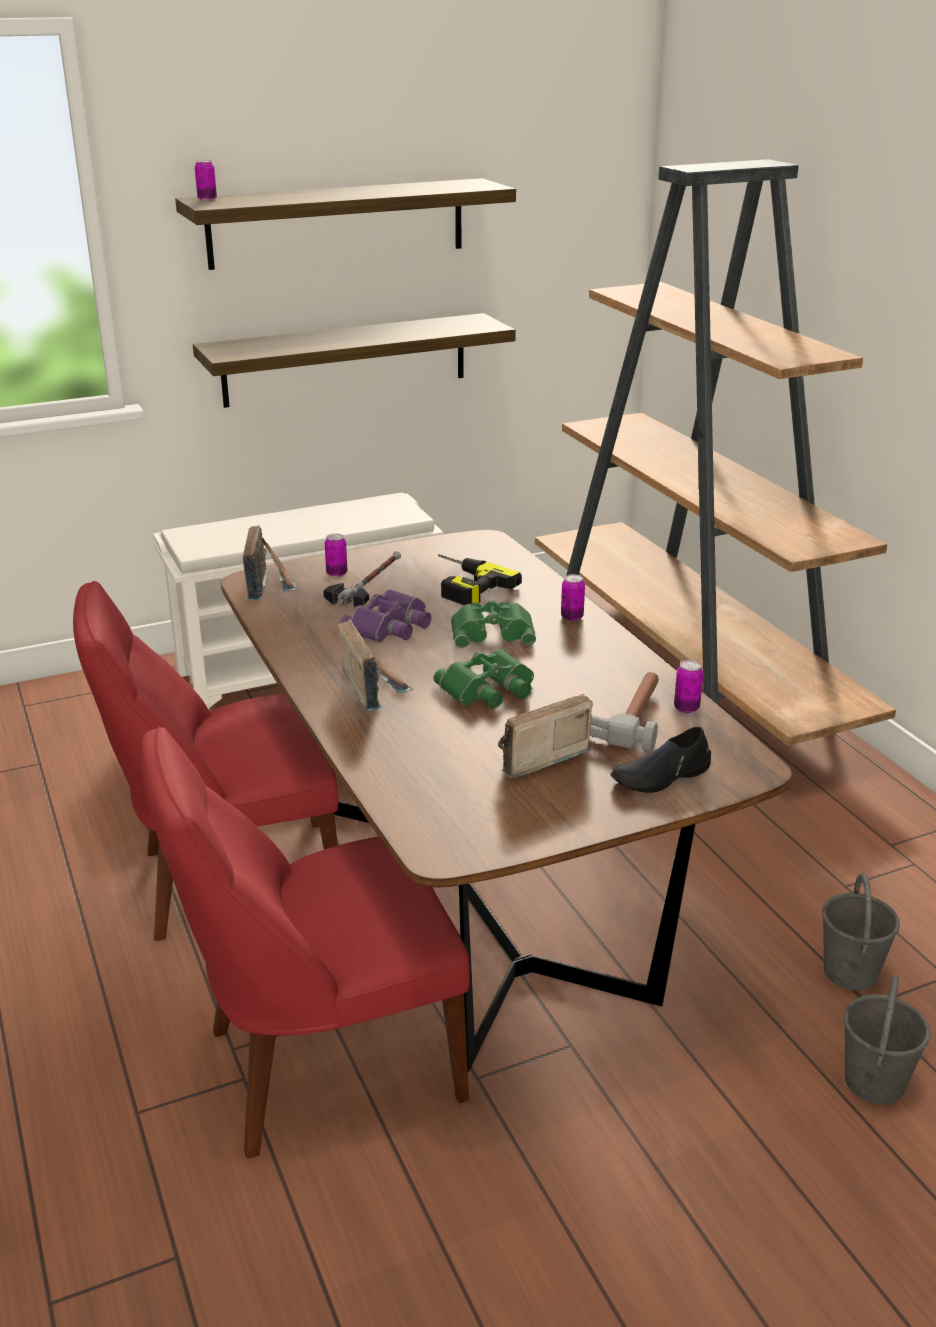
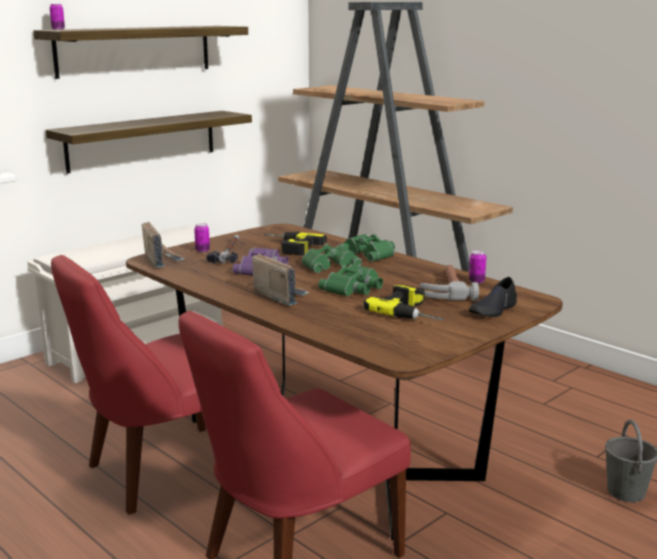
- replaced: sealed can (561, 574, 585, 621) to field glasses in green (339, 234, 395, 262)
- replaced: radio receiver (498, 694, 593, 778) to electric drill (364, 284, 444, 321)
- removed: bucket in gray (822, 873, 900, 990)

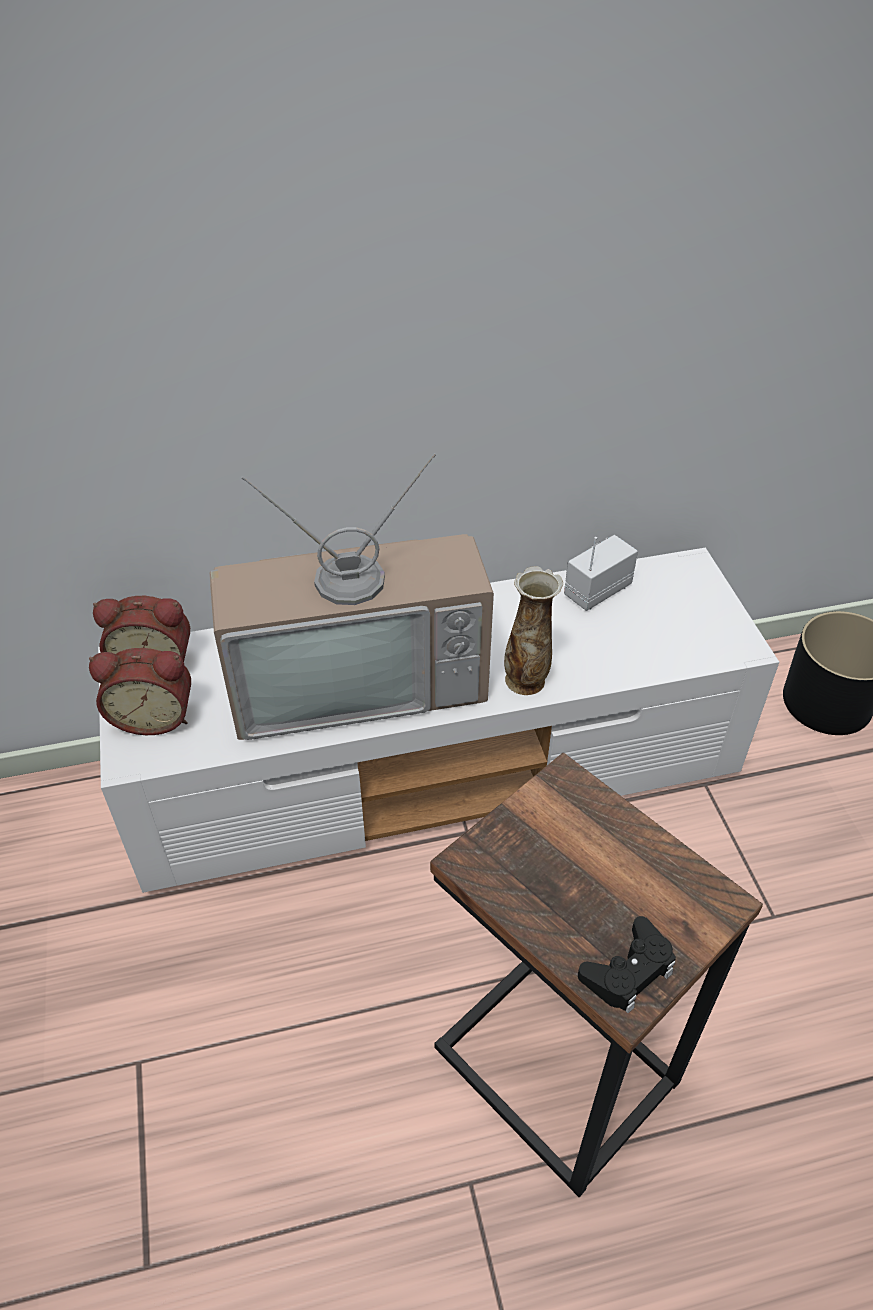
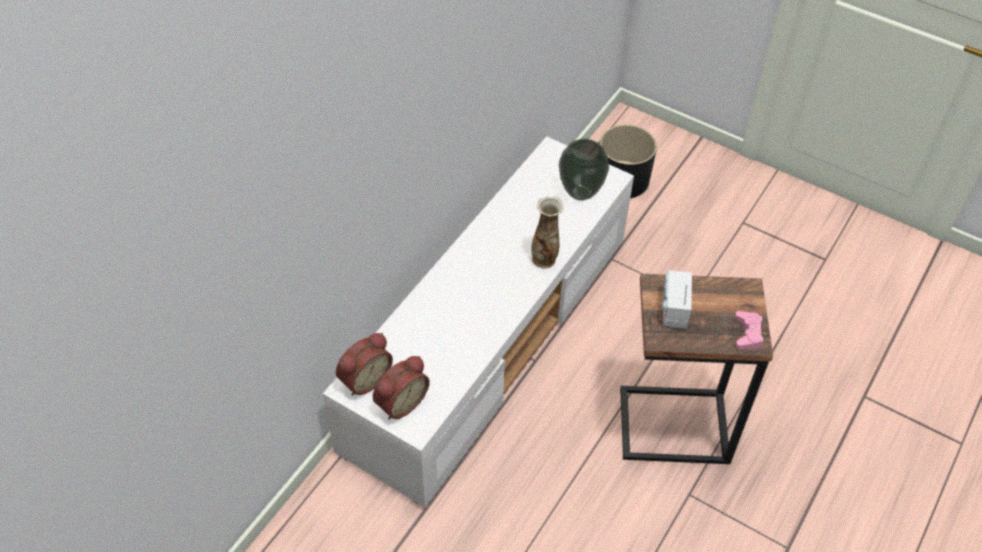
- removed: TV (209, 453, 494, 740)
- moved: radio receiver (564, 535, 638, 611) to (662, 270, 692, 329)
- recoloured: joypad in black (578, 916, 676, 1013) to joypad in pink (735, 311, 764, 350)
- added: decorative vase (559, 139, 609, 201)

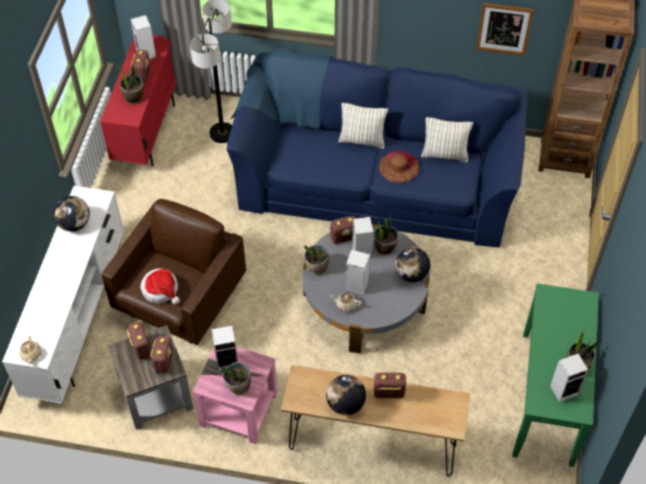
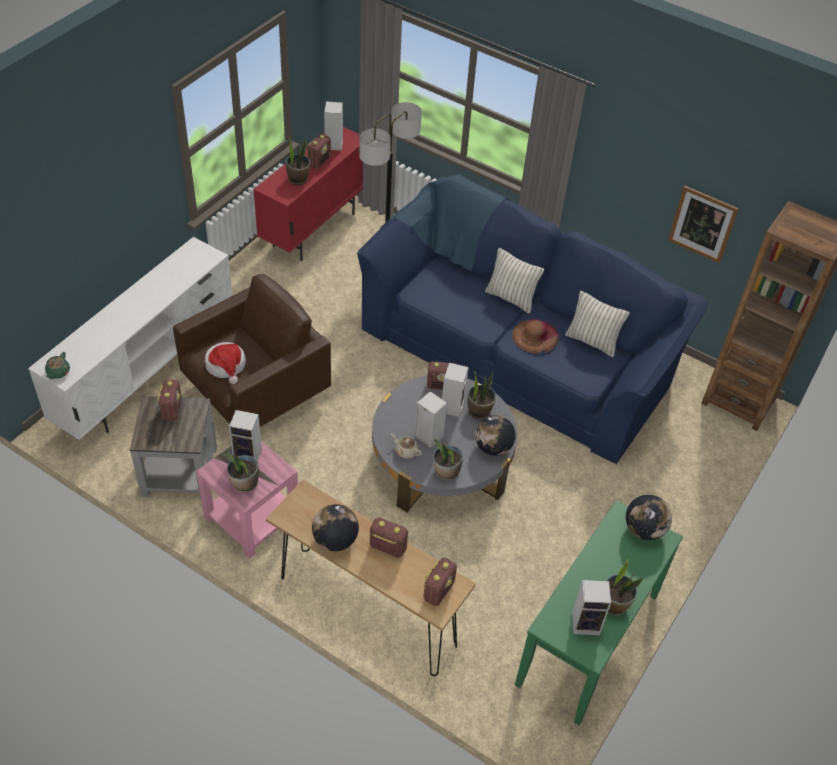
- moved: desk globe (53, 196, 90, 232) to (626, 495, 672, 540)
- moved: houseplant (304, 245, 329, 274) to (433, 439, 463, 480)
- recoloured: tea pot in sand-coloured (19, 335, 42, 364) to tea pot in green (45, 352, 70, 379)
- moved: radio receiver (150, 335, 173, 374) to (424, 558, 457, 606)

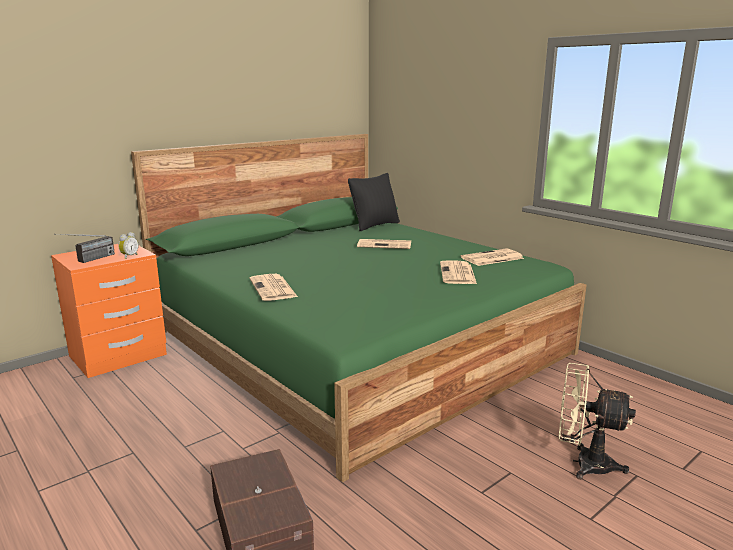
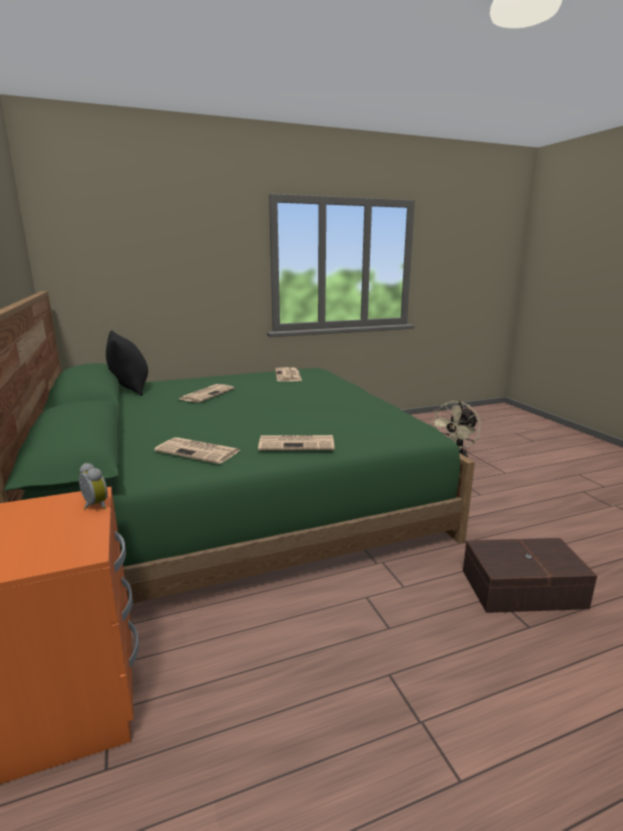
- removed: radio receiver (54, 234, 115, 263)
- moved: newspaper (440, 260, 477, 284) to (154, 437, 241, 464)

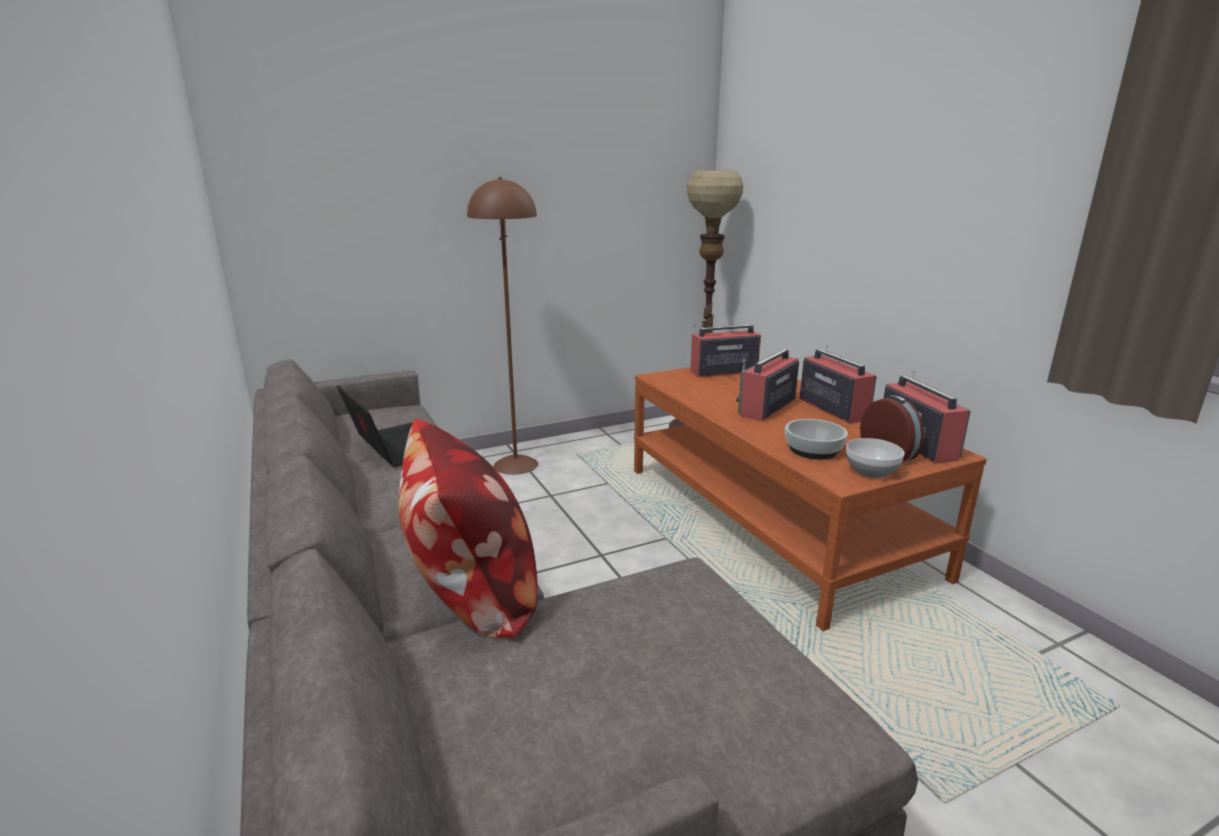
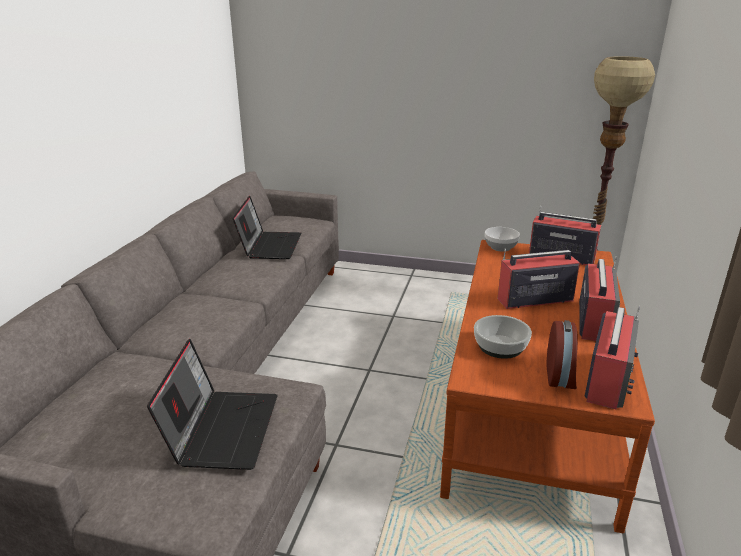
- removed: standard lamp in brownish (467, 177, 538, 475)
- removed: cushion (399, 419, 538, 638)
- moved: serving bowl (846, 438, 905, 478) to (485, 227, 520, 251)
- added: portable computer (147, 339, 278, 470)

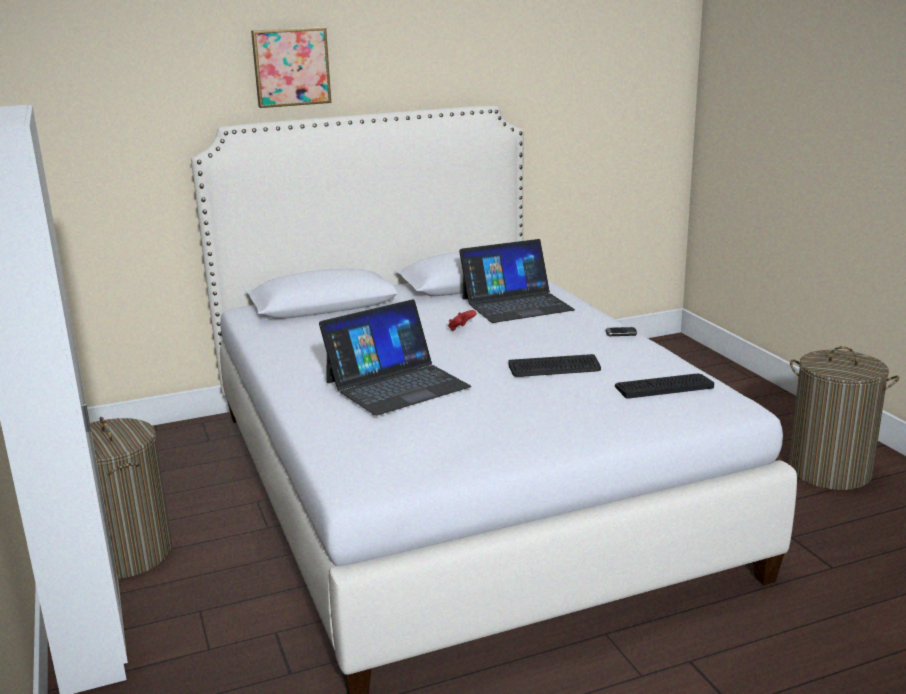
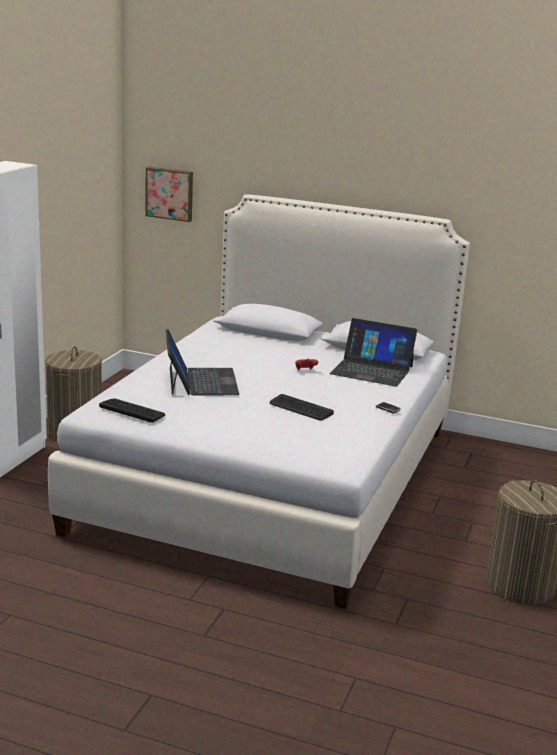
- moved: wall art (251, 27, 331, 108) to (145, 167, 193, 222)
- turned: portable computer (319, 299, 471, 416) = (166, 329, 239, 395) 105 degrees counterclockwise
- moved: keyboard (615, 374, 714, 399) to (99, 399, 165, 423)

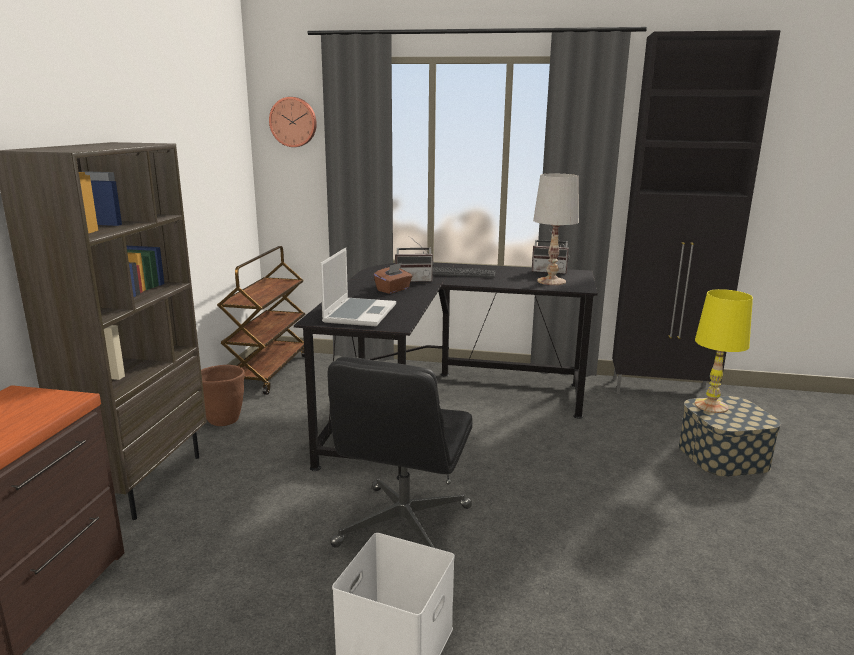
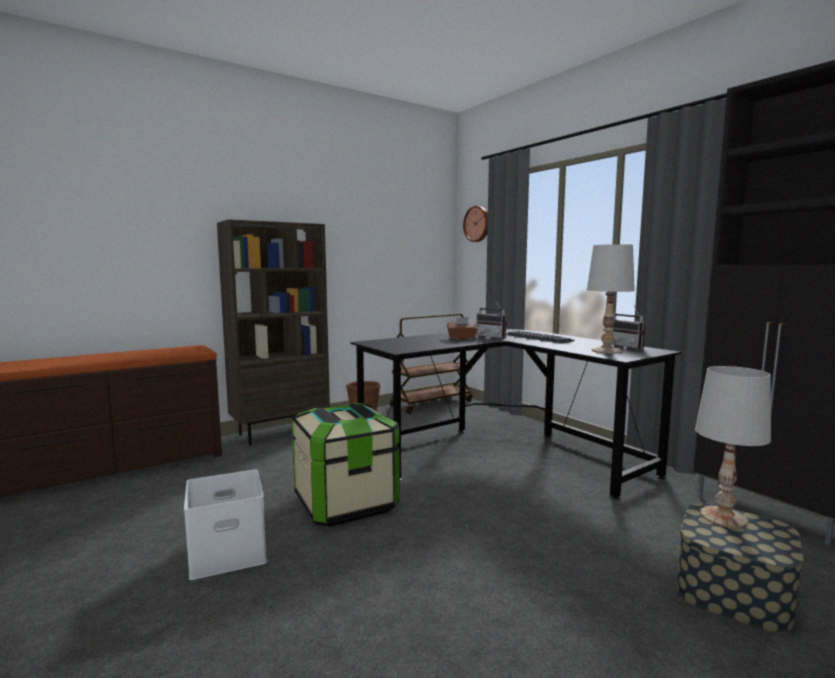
- removed: portable computer (320, 248, 396, 326)
- recoloured: tabletop lamp in yellow (695, 289, 753, 413) to tabletop lamp in white (695, 366, 771, 528)
- replaced: desk chair in black (328, 357, 473, 548) to storage box (292, 403, 400, 527)

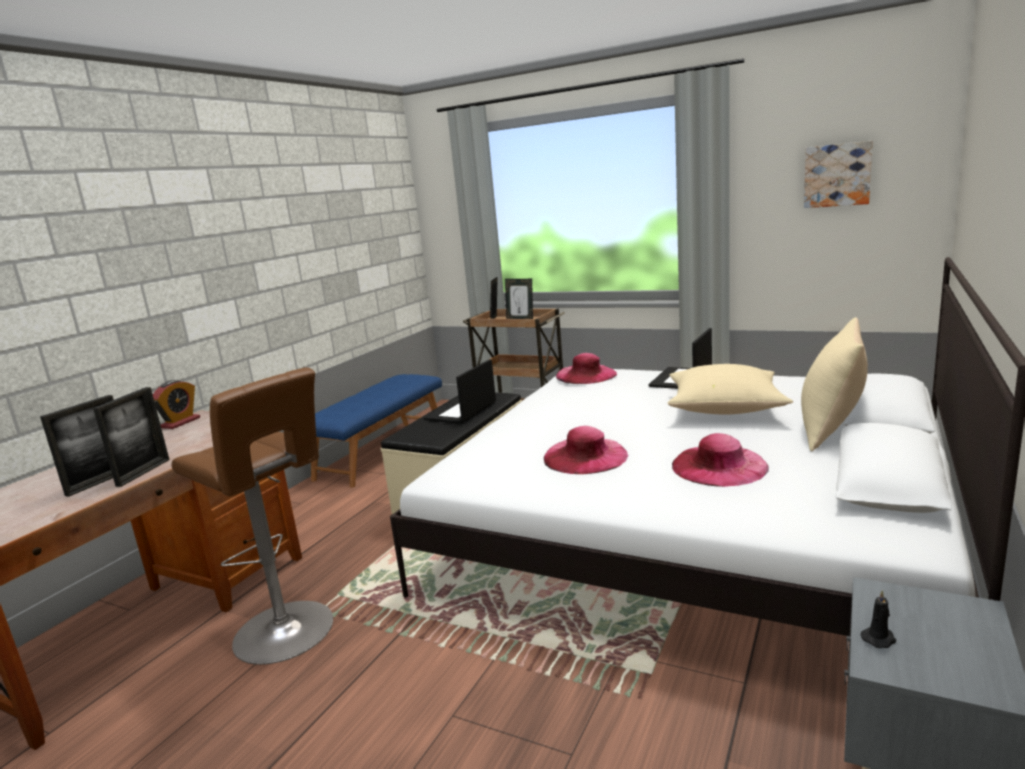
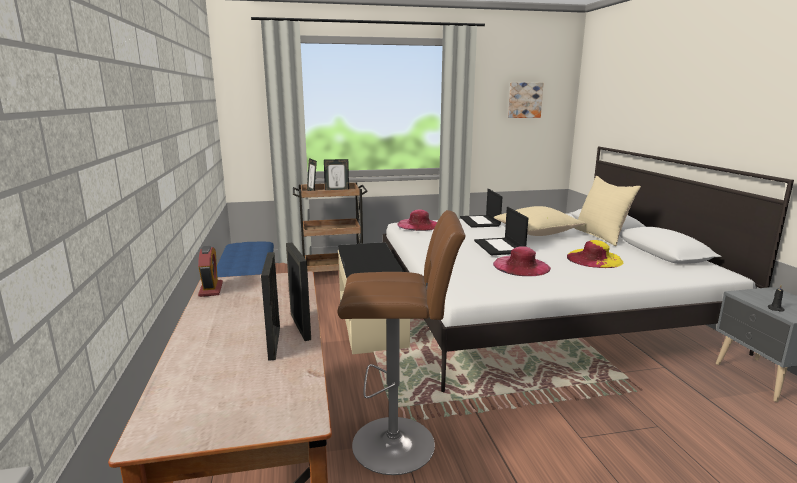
- moved: portable computer (424, 359, 496, 424) to (474, 207, 528, 255)
- recoloured: wearable hat in pink (672, 433, 769, 487) to wearable hat in yellow (567, 240, 623, 268)

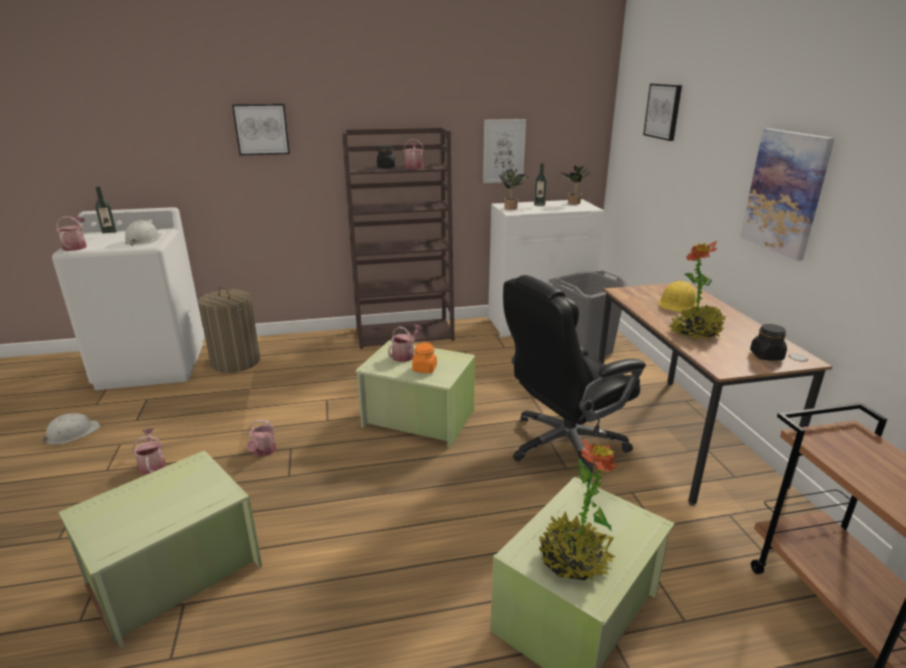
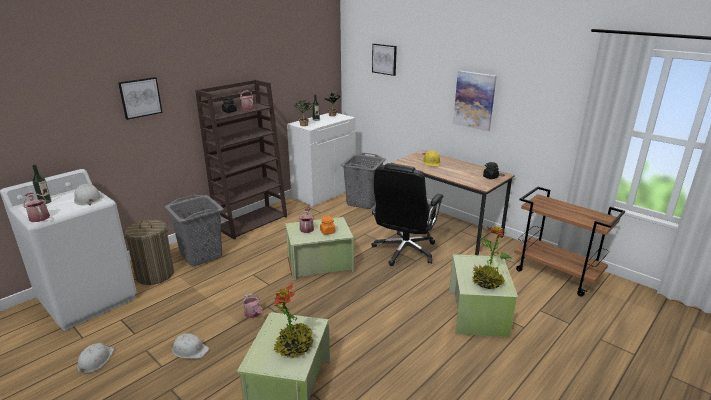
- removed: wall art (483, 119, 526, 183)
- moved: houseplant (668, 240, 727, 340) to (274, 283, 313, 358)
- replaced: watering can (132, 428, 166, 475) to hard hat in white (171, 333, 209, 359)
- added: washing basket in gray (165, 195, 223, 266)

